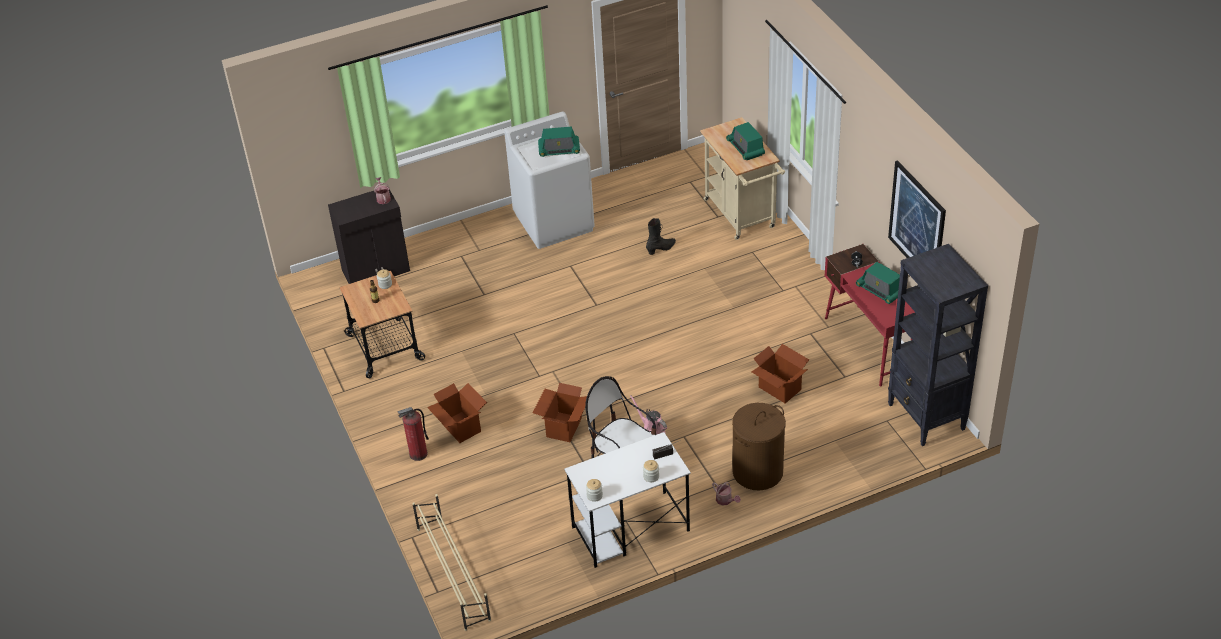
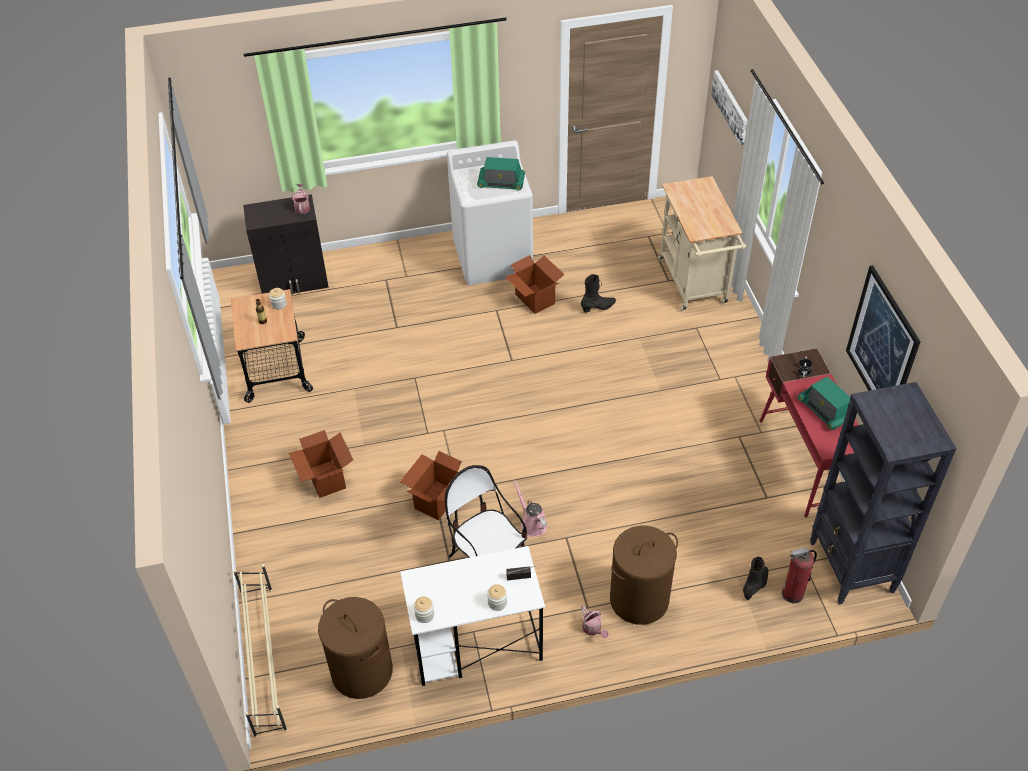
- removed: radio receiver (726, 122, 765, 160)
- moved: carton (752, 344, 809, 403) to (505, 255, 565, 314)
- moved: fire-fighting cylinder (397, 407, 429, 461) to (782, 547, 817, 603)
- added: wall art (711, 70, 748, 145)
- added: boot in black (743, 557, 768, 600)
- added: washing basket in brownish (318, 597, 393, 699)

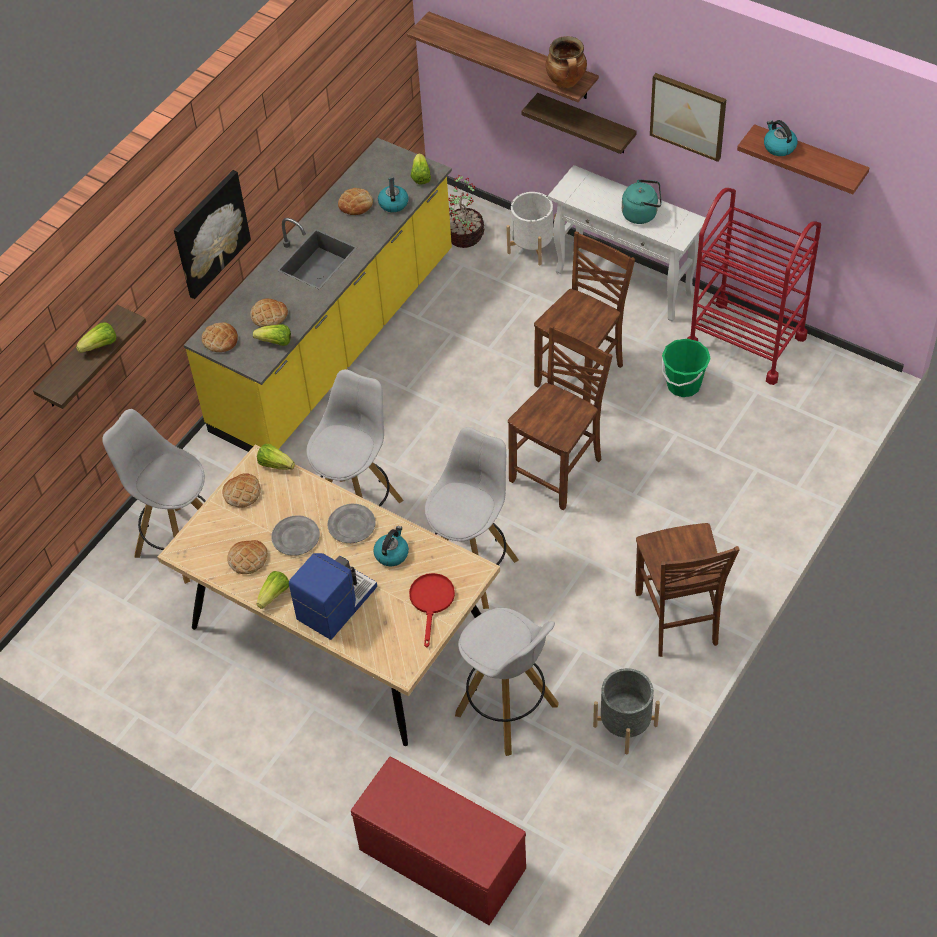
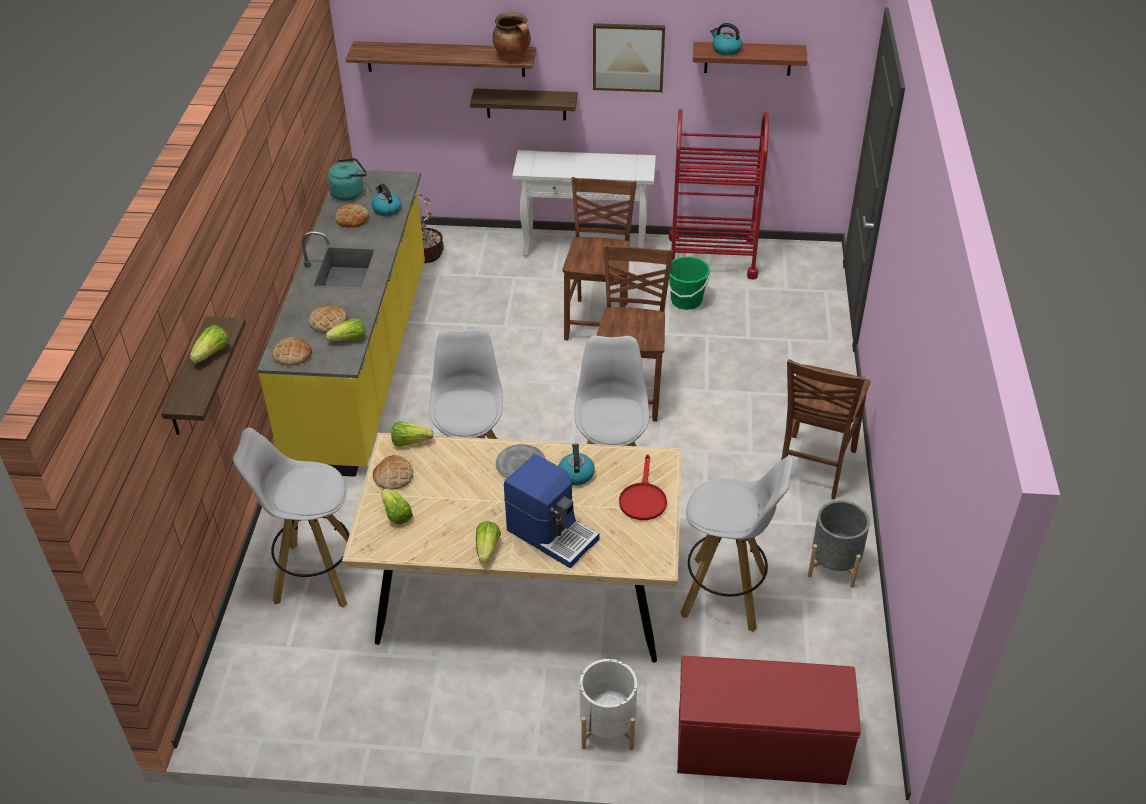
- moved: lettuce head (411, 154, 431, 184) to (381, 488, 413, 525)
- removed: wall art (174, 170, 251, 299)
- moved: water kettle in turquoise-coloured (622, 179, 662, 224) to (327, 158, 367, 201)
- moved: plant pot in white (506, 192, 556, 265) to (580, 659, 637, 750)
- removed: dinner plate in gray (271, 515, 320, 556)
- turned: upright chair in brownish (635, 523, 740, 657) = (781, 359, 871, 500) 60 degrees clockwise
- removed: baked bread (227, 540, 267, 574)
- turned: coffee brewer (289, 553, 377, 640) = (504, 454, 599, 568) 120 degrees clockwise
- turned: frying pan in red (409, 573, 455, 648) = (619, 454, 667, 520) 150 degrees counterclockwise

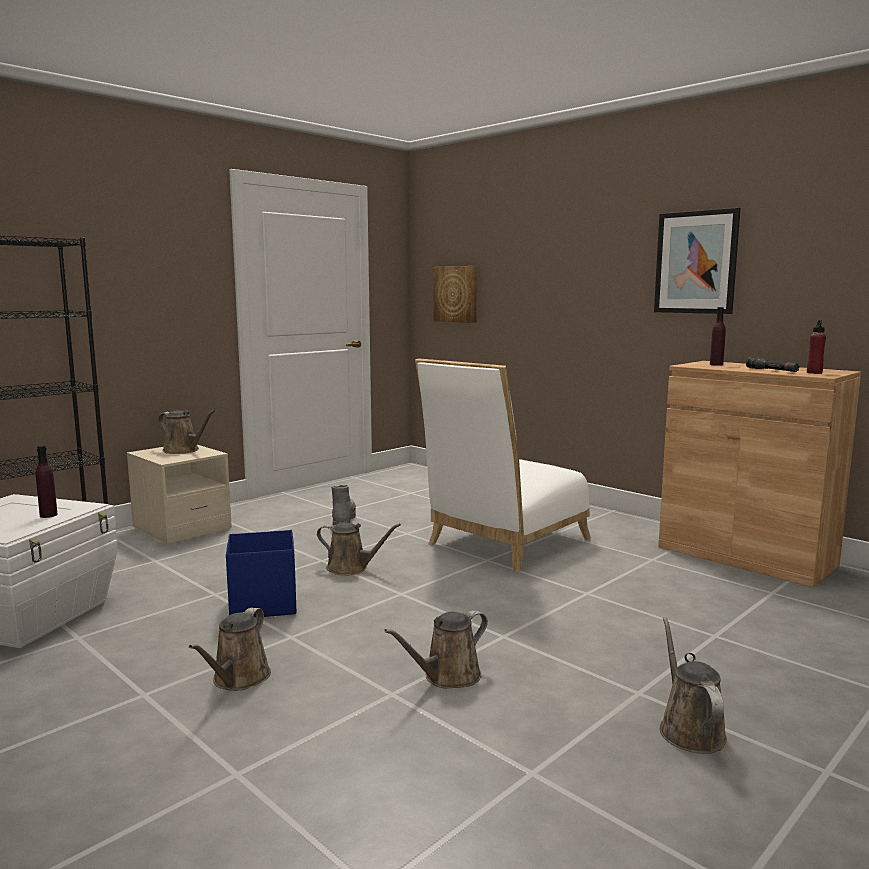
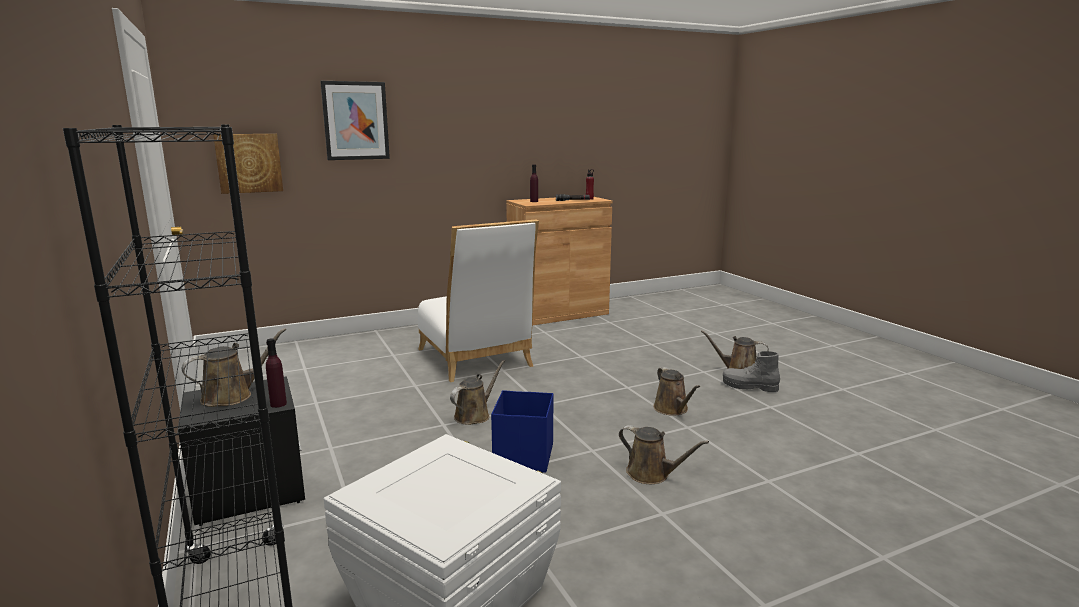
- moved: wall art (654, 208, 741, 314) to (320, 81, 390, 160)
- moved: bottle in purple (36, 445, 58, 518) to (266, 338, 287, 408)
- recoloured: nightstand in sand-coloured (127, 445, 232, 545) to nightstand in black (178, 376, 305, 526)
- moved: boot in gray (332, 485, 356, 525) to (723, 351, 780, 392)

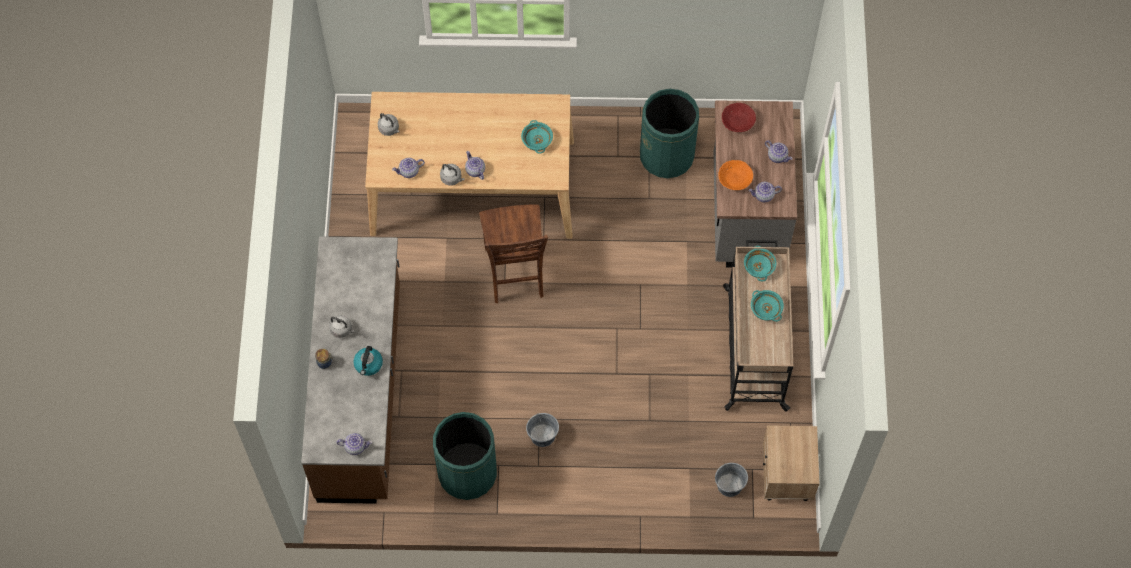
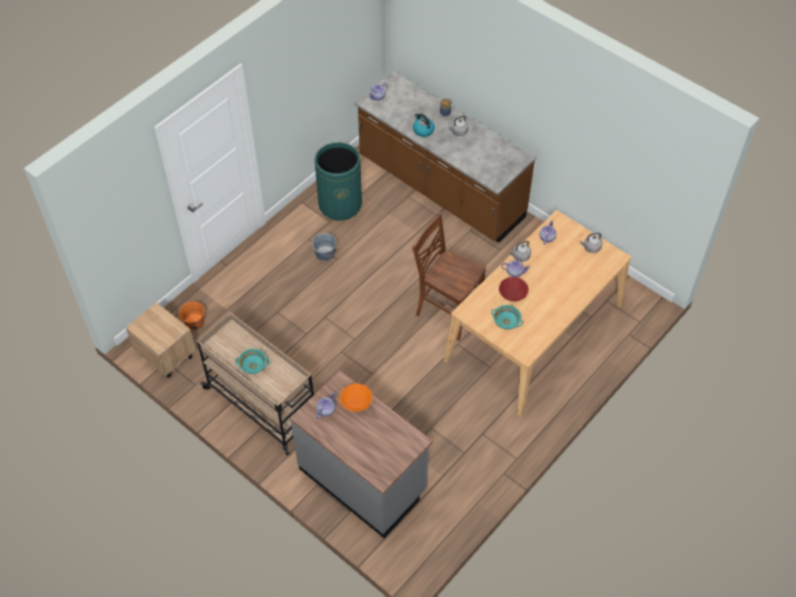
- removed: waste bin in green (640, 89, 699, 178)
- moved: serving bowl in red (722, 103, 756, 132) to (499, 277, 529, 302)
- removed: tea pot (765, 140, 792, 163)
- removed: serving bowl in turquoise-coloured (744, 246, 776, 281)
- recoloured: bucket in gray (715, 463, 748, 497) to bucket in orange-coloured (179, 301, 205, 330)

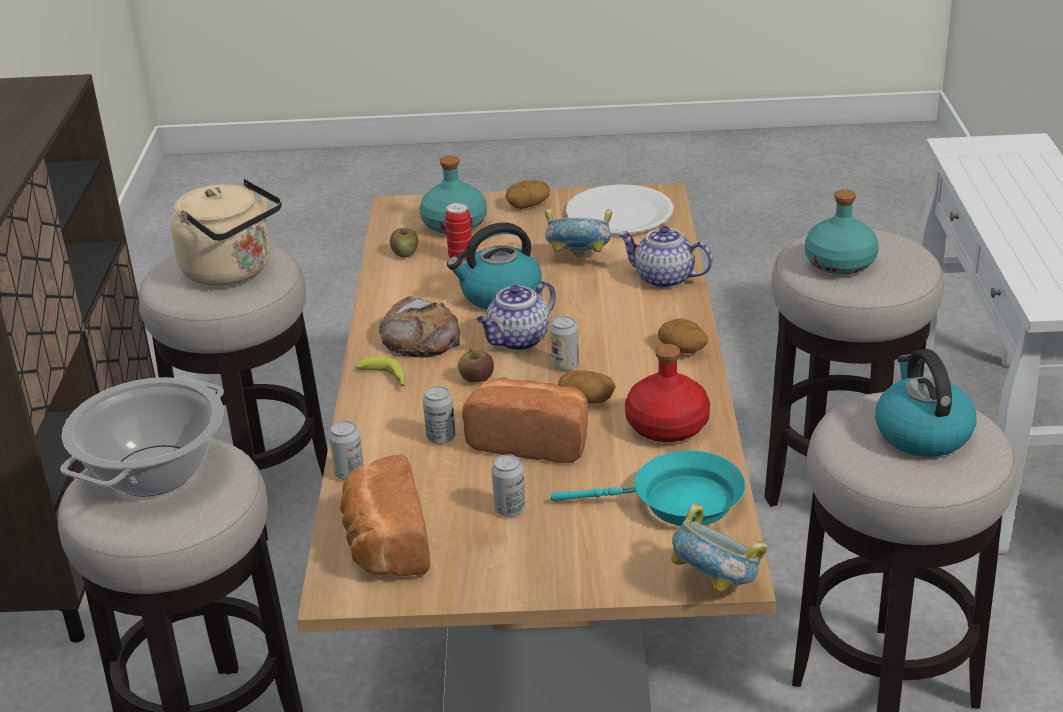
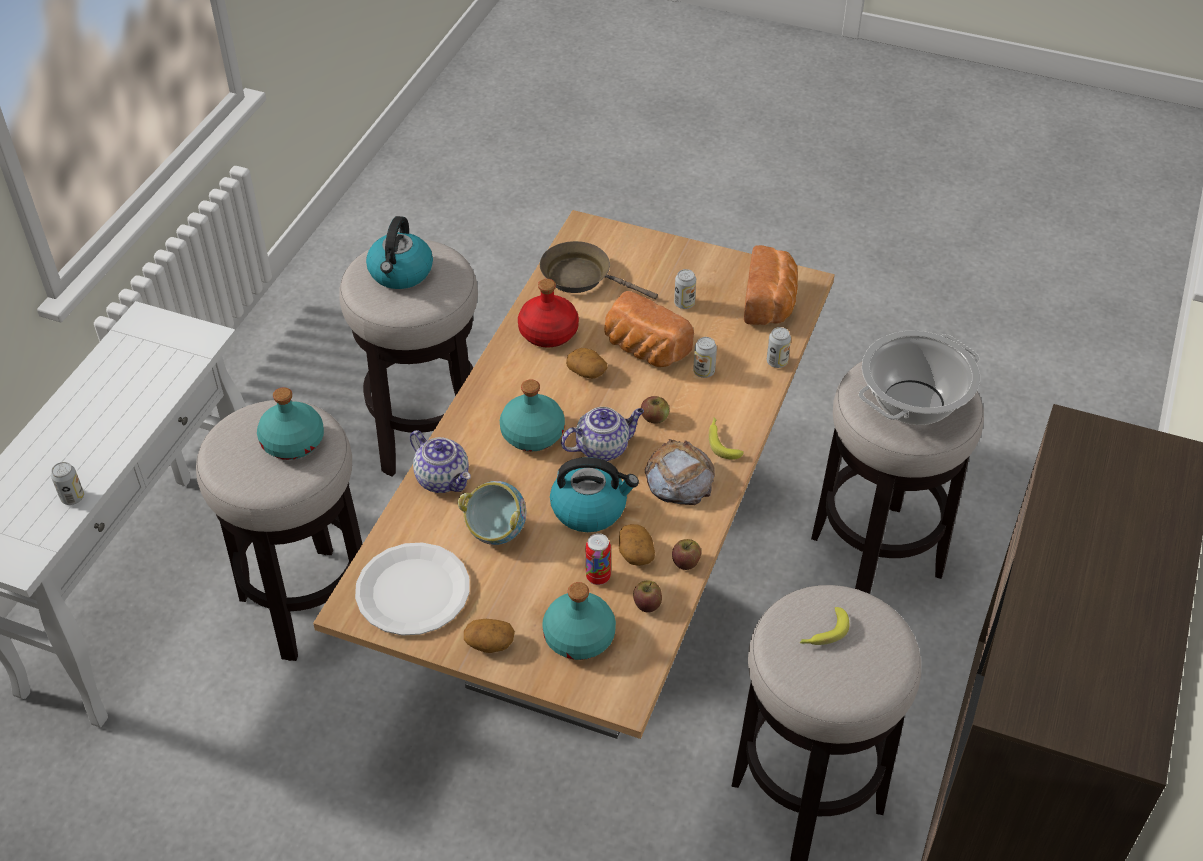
- replaced: water kettle in sand-coloured (171, 179, 282, 286) to banana (800, 607, 849, 645)
- moved: sealed can (550, 316, 579, 371) to (51, 462, 84, 505)
- moved: potato (658, 318, 708, 353) to (619, 524, 655, 566)
- recoloured: frying pan in turquoise-coloured (551, 450, 745, 526) to frying pan in brownish (540, 241, 658, 299)
- removed: serving bowl (671, 503, 768, 592)
- added: bottle in turquoise-coloured (500, 380, 565, 451)
- added: apple (672, 539, 701, 570)

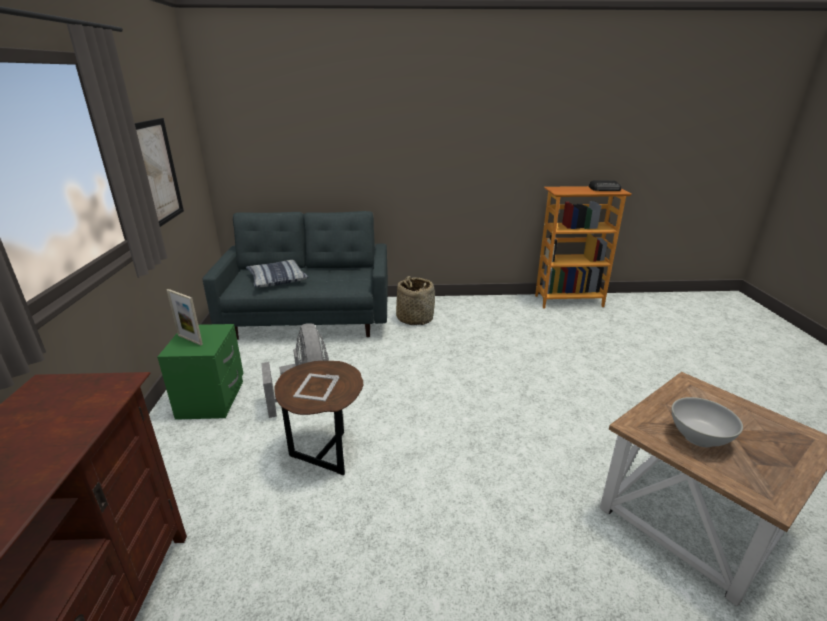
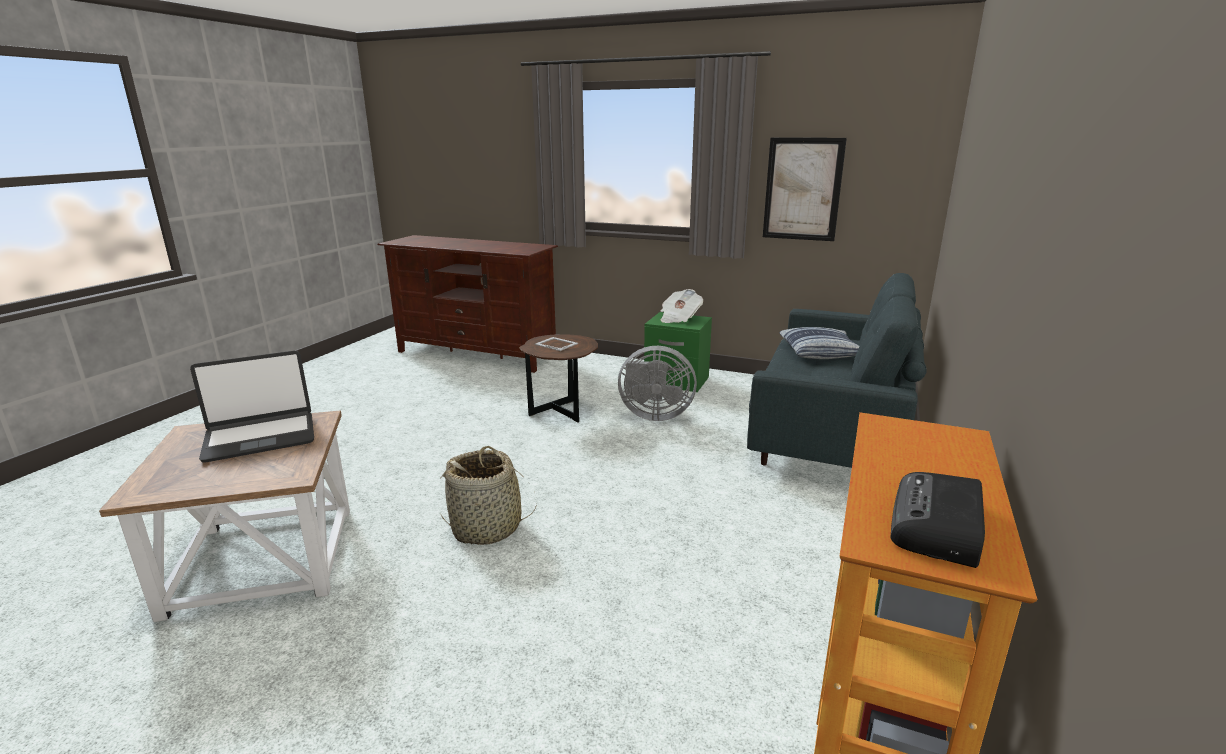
- moved: basket (396, 276, 435, 325) to (439, 446, 537, 545)
- replaced: picture frame (167, 289, 203, 345) to newspaper (661, 289, 703, 323)
- replaced: serving bowl in white (672, 397, 743, 447) to portable computer (190, 351, 314, 463)

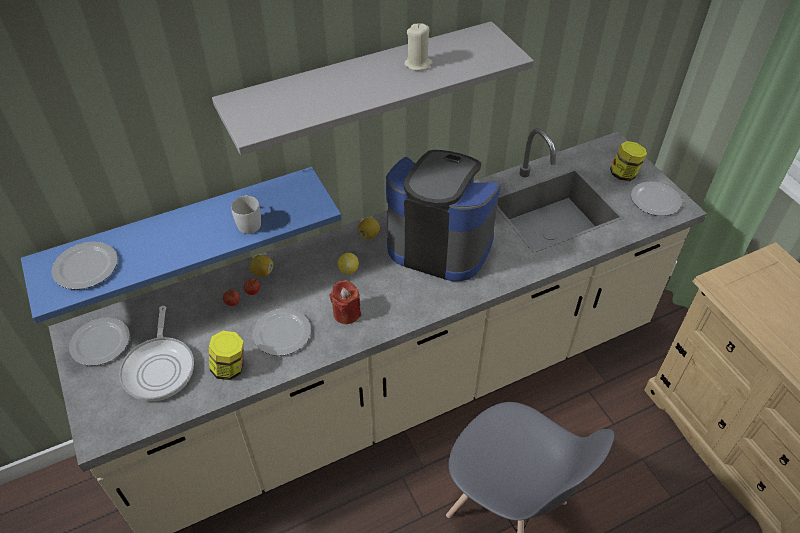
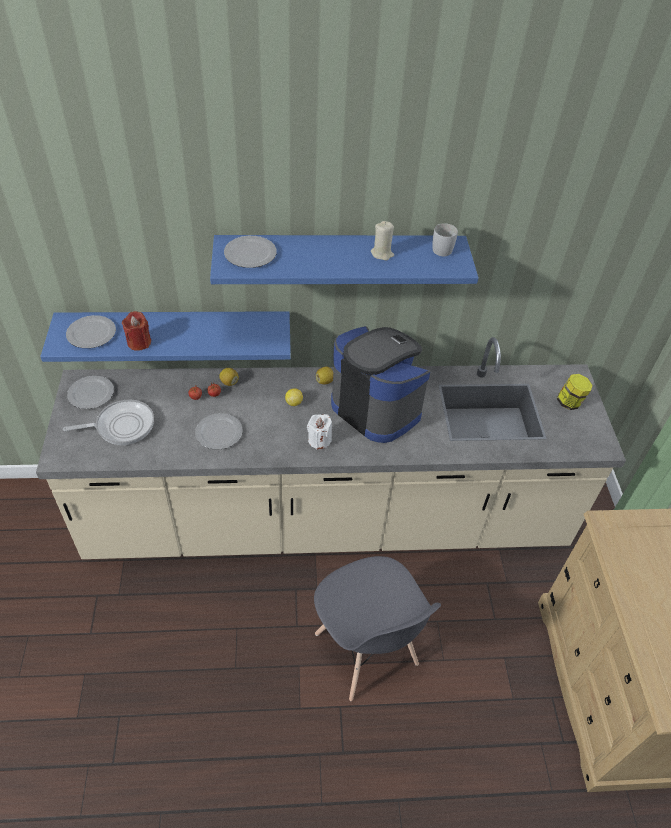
- recoloured: bracket shelf in gray (212, 21, 534, 155) to bracket shelf in blue (210, 235, 478, 284)
- moved: dinner plate (631, 182, 682, 216) to (224, 236, 277, 268)
- moved: coffee mug in white (231, 195, 261, 234) to (433, 223, 458, 256)
- moved: wax light in red (330, 280, 361, 324) to (122, 311, 151, 351)
- turned: frying pan (119, 306, 194, 401) = (63, 400, 154, 445) 120 degrees counterclockwise
- removed: storage jar (209, 331, 244, 380)
- added: wax light in white (307, 414, 332, 450)

